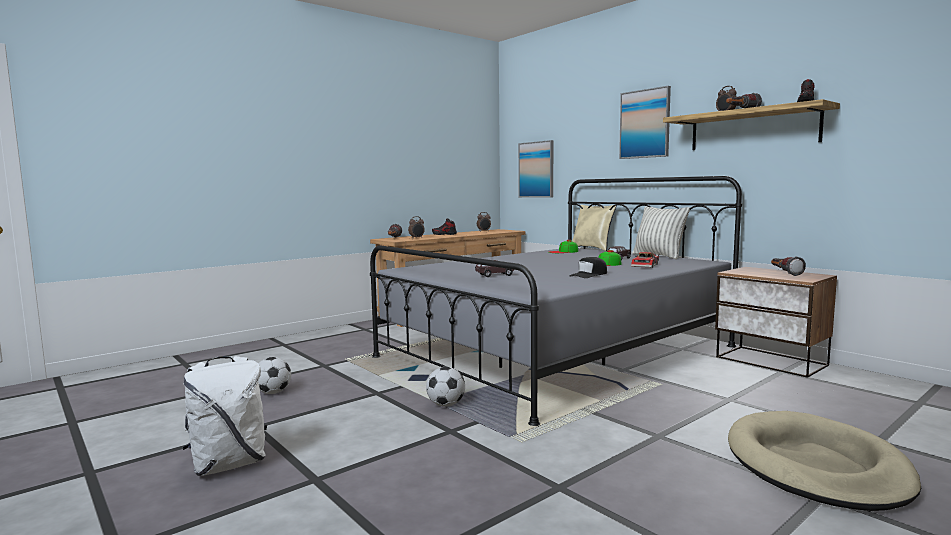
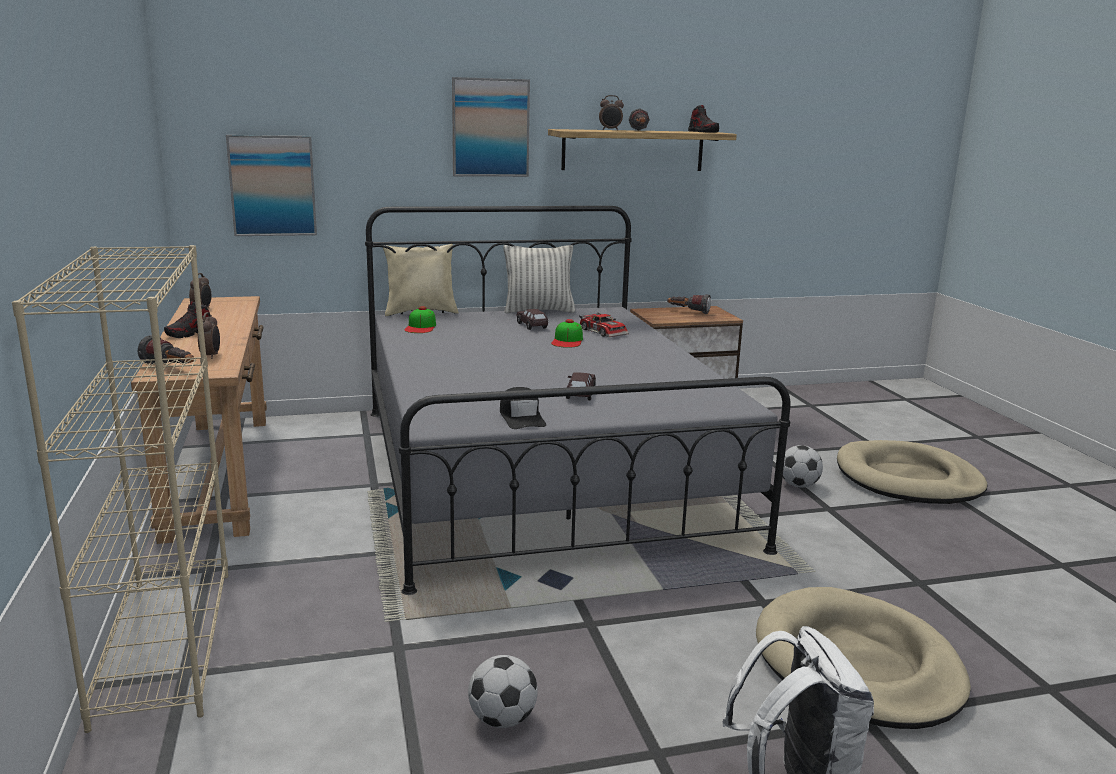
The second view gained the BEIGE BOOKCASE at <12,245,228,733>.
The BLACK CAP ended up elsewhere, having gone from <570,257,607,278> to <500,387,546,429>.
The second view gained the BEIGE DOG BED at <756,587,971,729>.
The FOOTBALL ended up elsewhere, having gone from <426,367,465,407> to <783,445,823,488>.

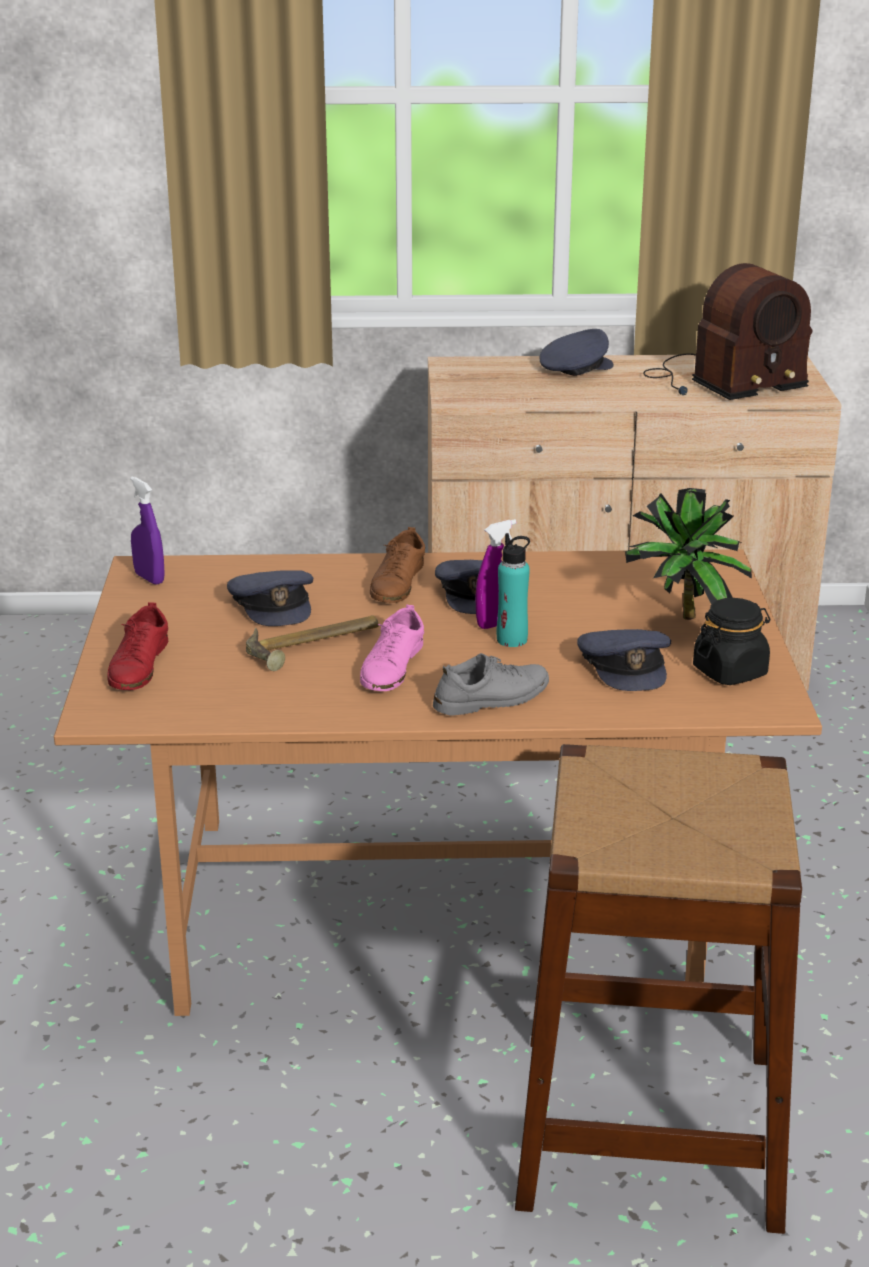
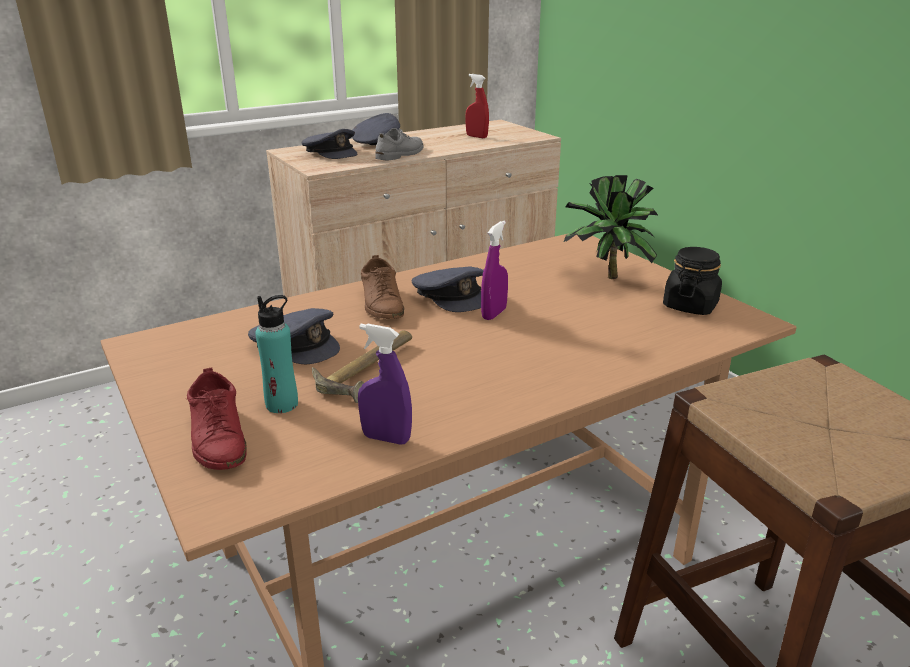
The TURQUOISE BOTTLE ended up elsewhere, having gone from <497,533,530,647> to <255,295,298,413>.
The GREY CAP ended up elsewhere, having gone from <577,629,671,691> to <301,129,357,159>.
The PURPLE SPRAY BOTTLE ended up elsewhere, having gone from <130,476,165,585> to <358,324,412,445>.
The GREY SHOE ended up elsewhere, having gone from <433,653,549,716> to <375,128,424,160>.
Where the RADIO stood at <643,263,813,400>, the RED SPRAY BOTTLE came to stand at <465,74,489,138>.
The second view lost the PINK SHOE at <360,604,424,691>.

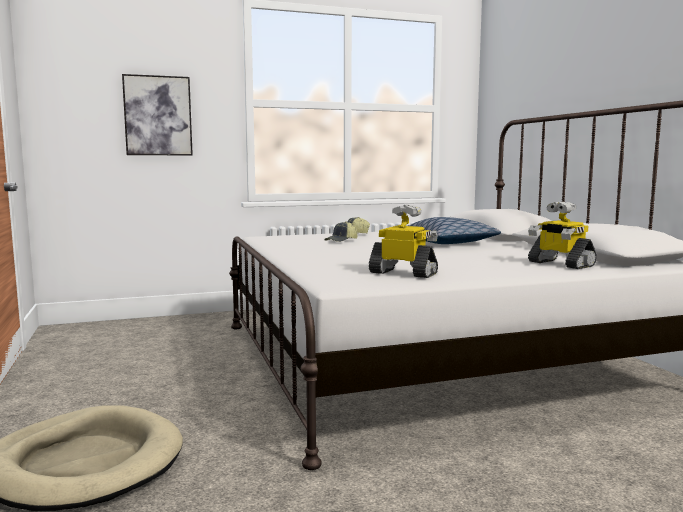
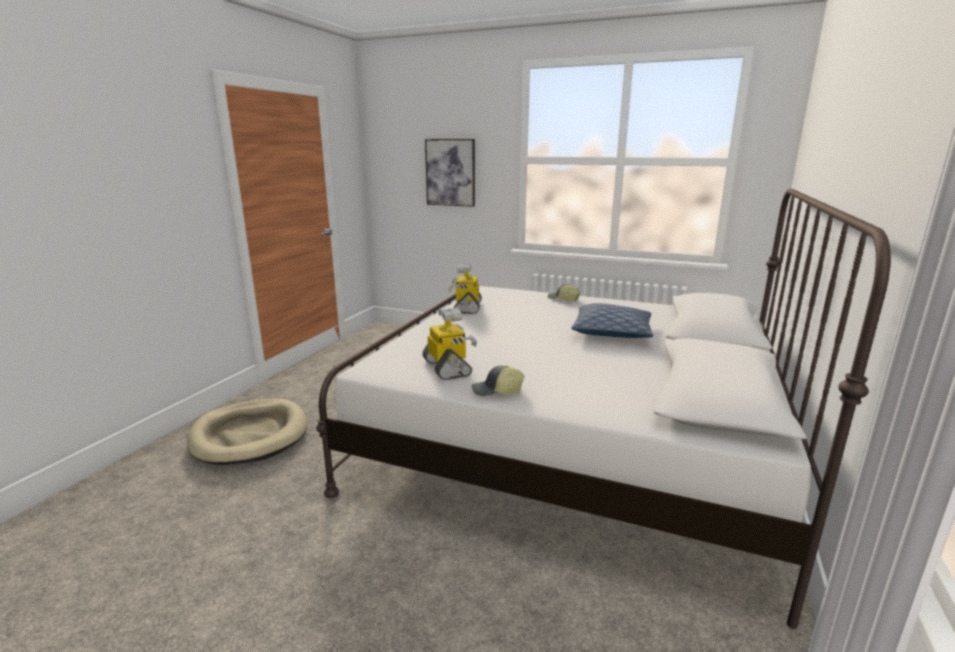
The TOY ROBOT ended up elsewhere, having gone from <528,202,597,269> to <449,264,482,314>.
The CAP ended up elsewhere, having gone from <324,221,357,242> to <472,365,524,396>.

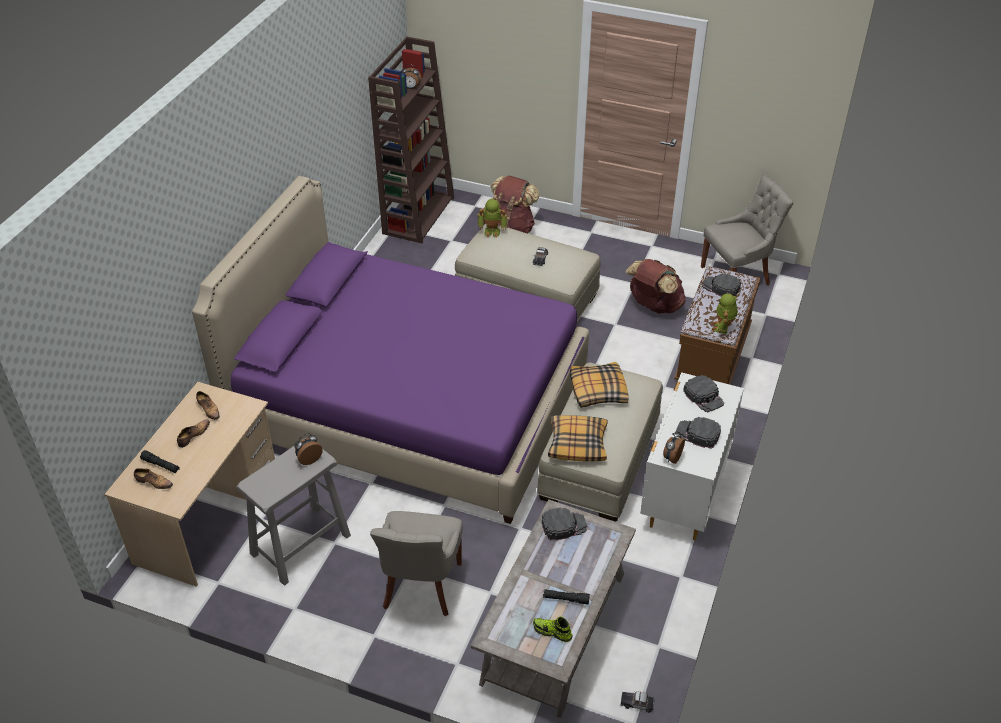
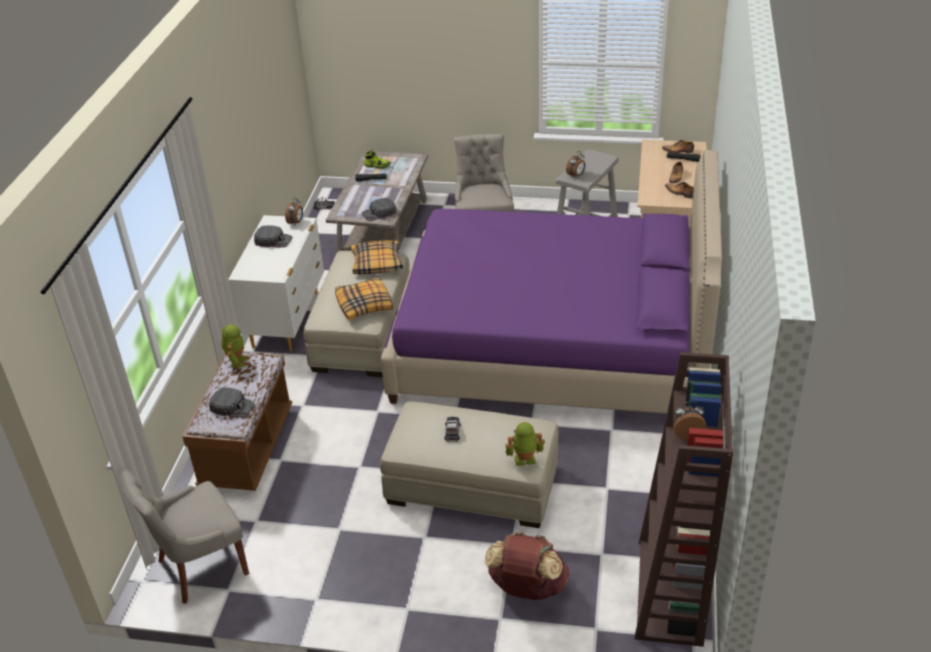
The second view lost the BROWN BACKPACK at <626,259,686,314>.
The second view lost the BLACK CAP at <683,375,724,412>.

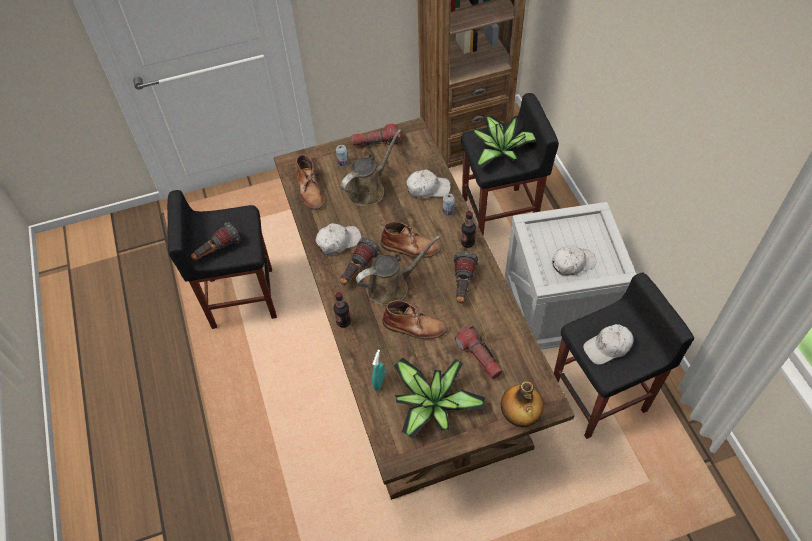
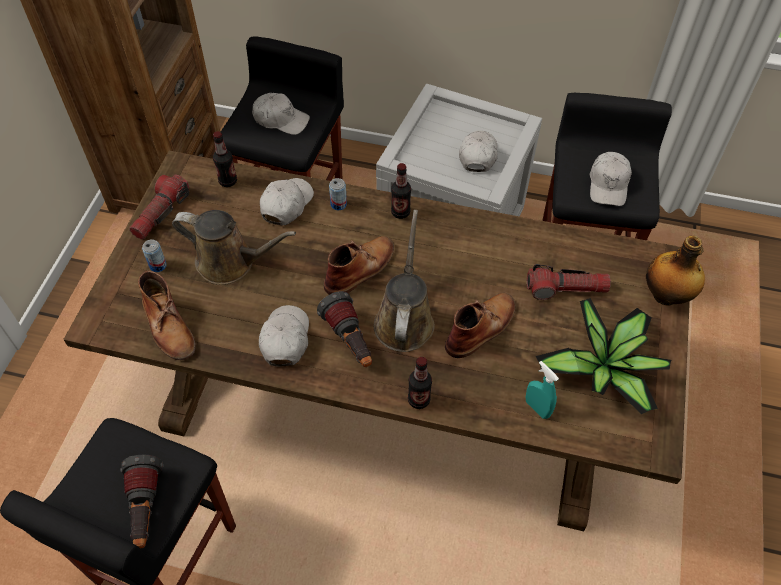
The BROWN BOOT at <296,154,324,210> ended up facing another way, 45 degrees clockwise from before.
The BROWN WATERING CAN at <341,129,401,206> ended up facing another way, 120 degrees clockwise from before.
The second view gained the BOTTLE at <213,131,237,187>.
Where the POTTED PLANT stood at <473,116,536,168>, the WHITE CAP came to stand at <252,93,310,135>.
The second view lost the FLASHLIGHT at <453,251,479,303>.

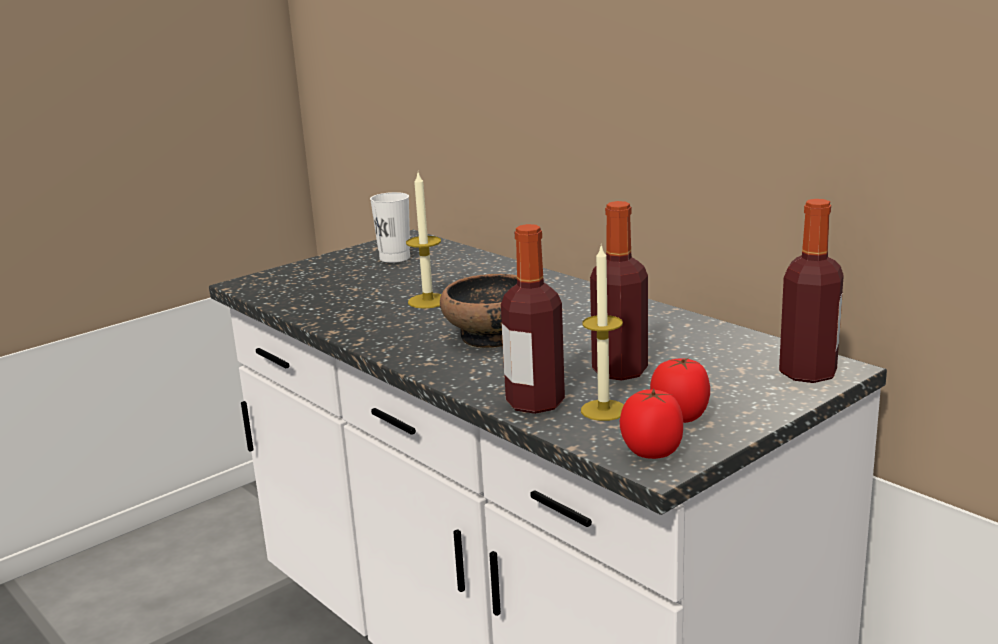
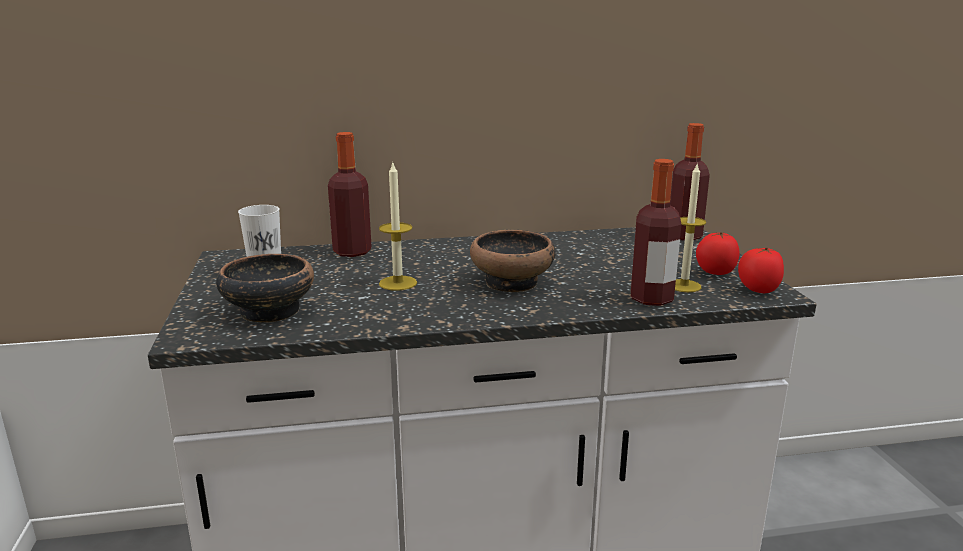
The second view gained the BOWL at <216,254,314,323>.
The BOTTLE ended up elsewhere, having gone from <590,201,648,381> to <328,132,372,257>.

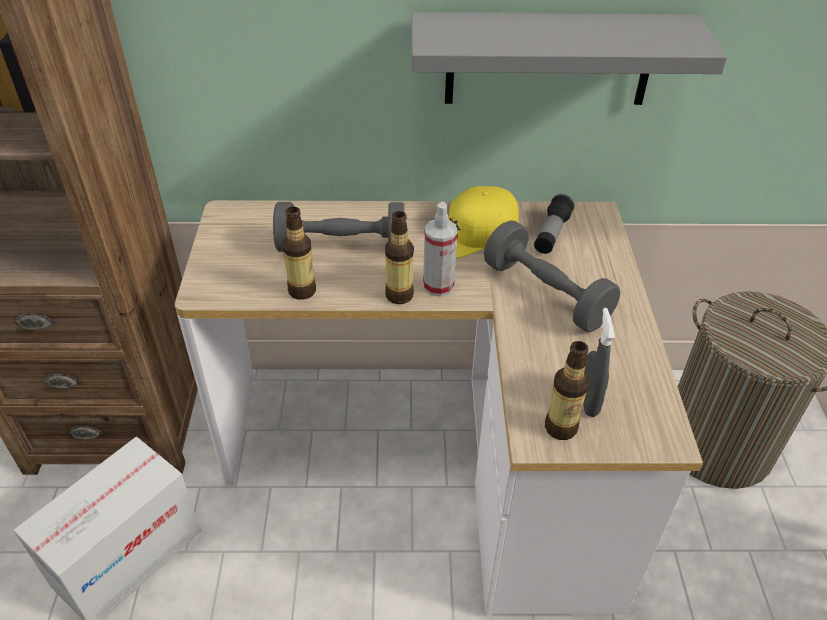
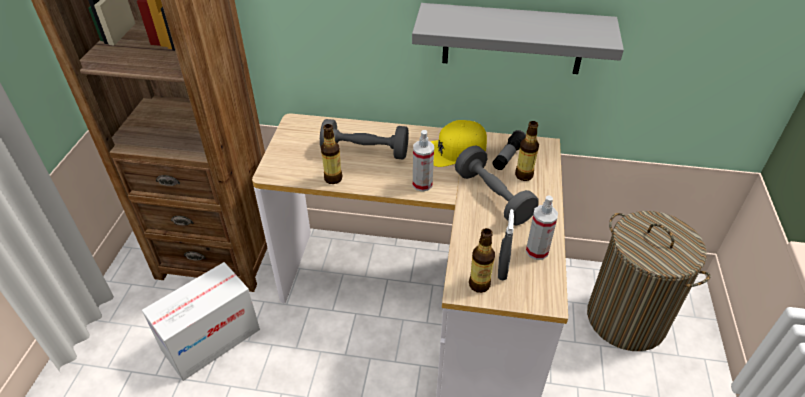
The BOTTLE ended up elsewhere, having gone from <385,211,414,304> to <515,121,539,181>.
The second view gained the SPRAY BOTTLE at <526,195,558,260>.

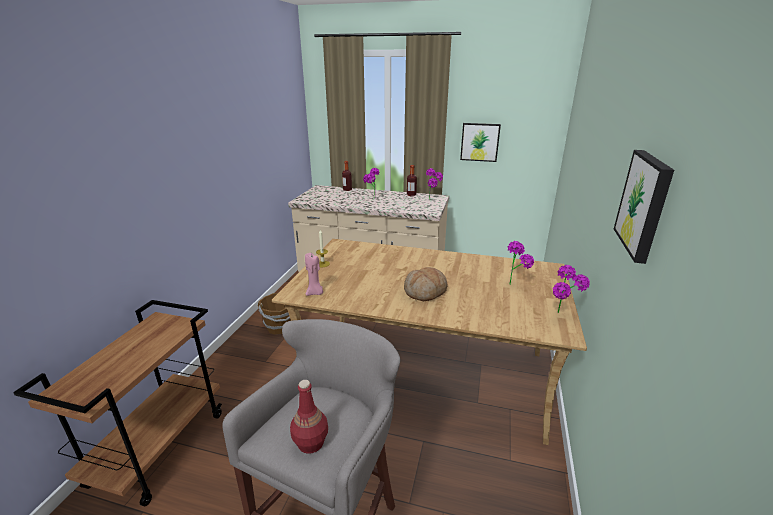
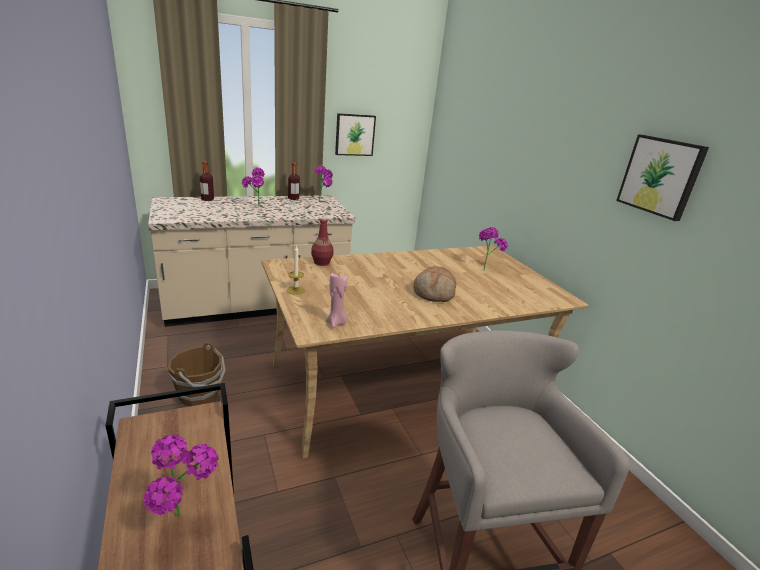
The POTTED PLANT ended up elsewhere, having gone from <553,265,590,313> to <144,434,219,517>.
The RED BOTTLE ended up elsewhere, having gone from <290,380,328,454> to <311,217,333,266>.

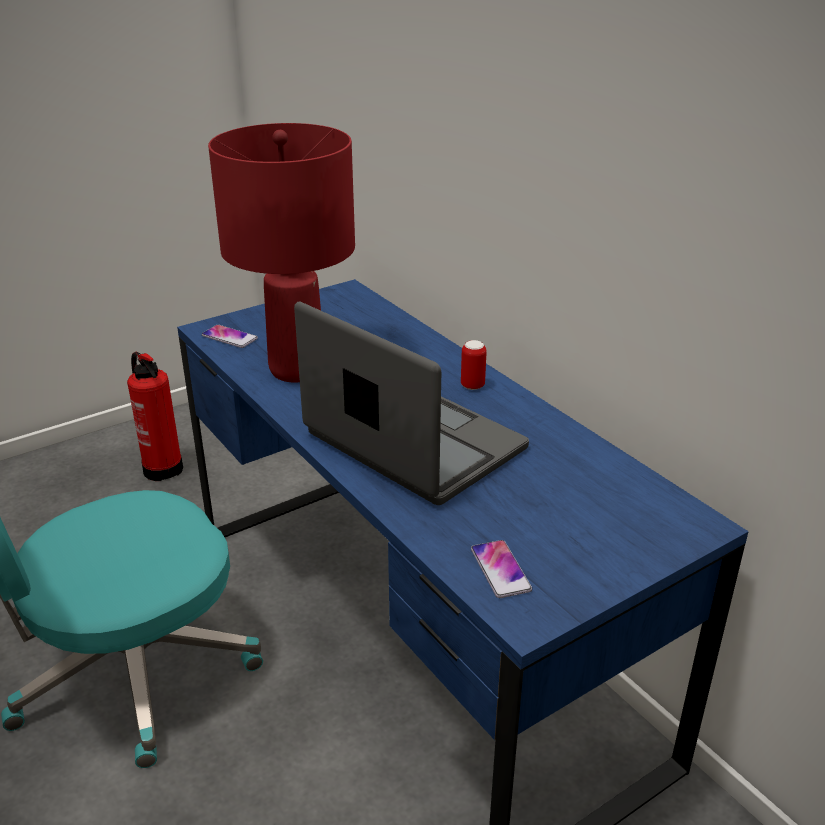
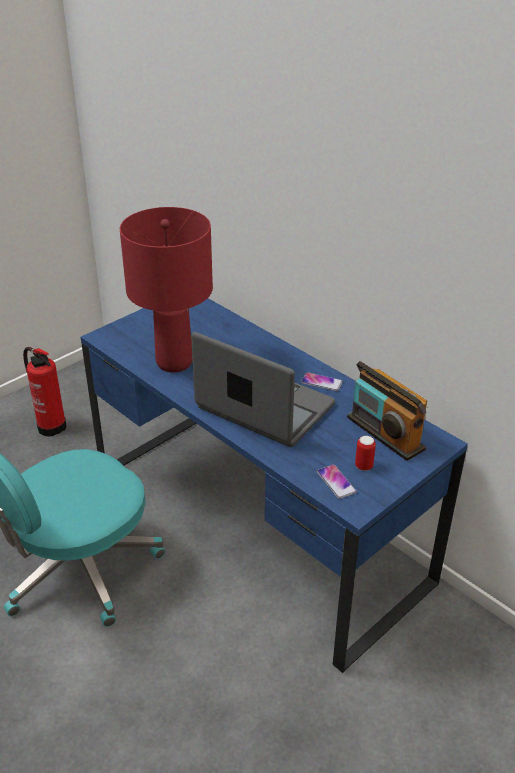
The PHONE ended up elsewhere, having gone from <202,325,258,348> to <301,372,343,391>.
The second view gained the RADIO at <347,361,427,461>.
The CAN ended up elsewhere, having gone from <461,340,487,390> to <355,436,376,471>.

